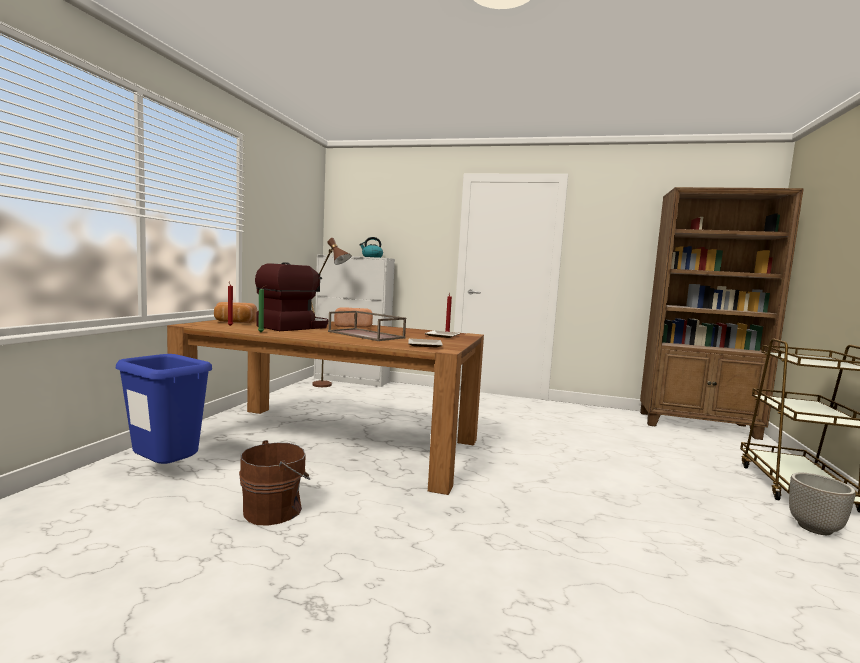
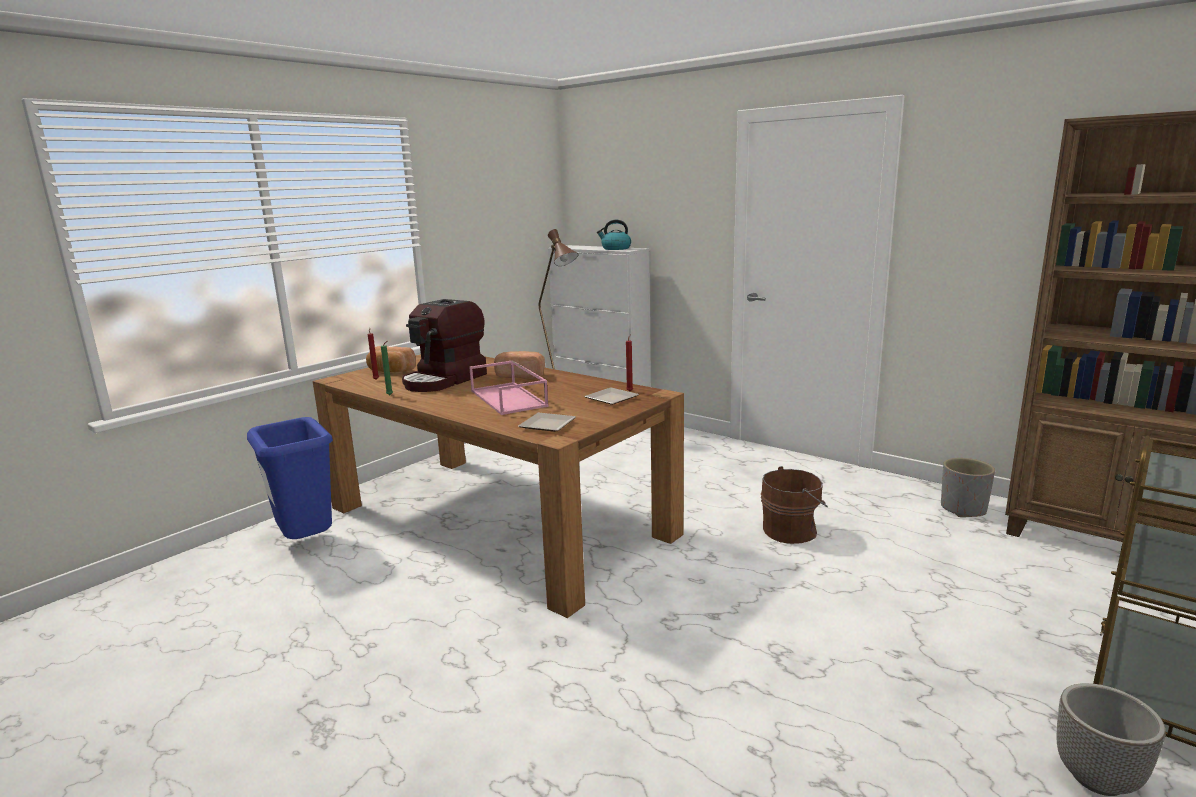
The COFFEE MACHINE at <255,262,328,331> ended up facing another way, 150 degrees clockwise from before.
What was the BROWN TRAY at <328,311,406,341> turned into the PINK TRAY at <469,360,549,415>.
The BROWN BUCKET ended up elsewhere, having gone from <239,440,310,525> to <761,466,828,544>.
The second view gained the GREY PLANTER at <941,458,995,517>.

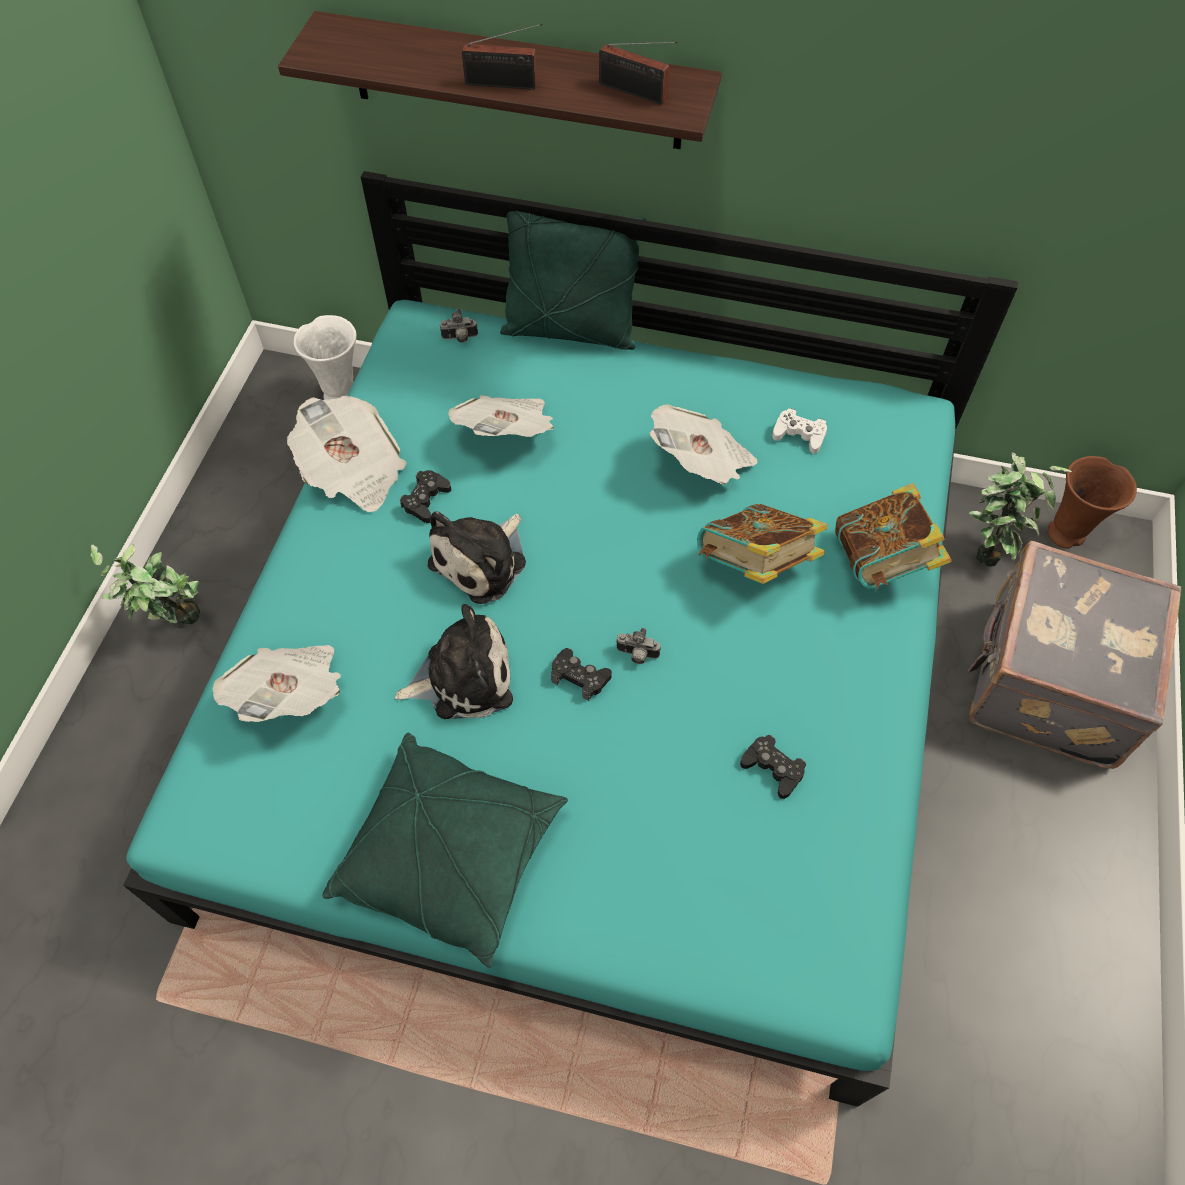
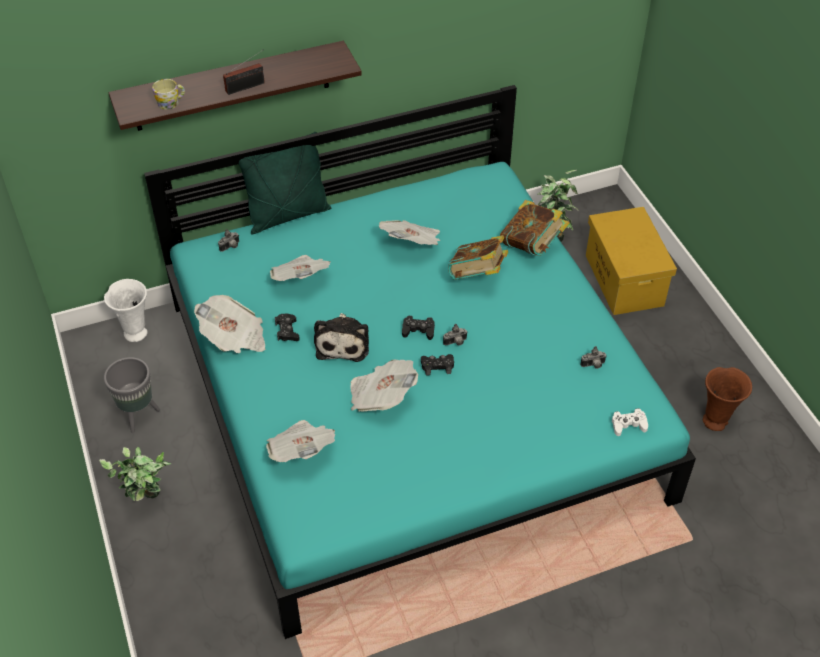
The second view gained the GREY PLANTER at <104,357,160,433>.
The second view gained the MUG at <152,79,185,110>.
Where the PLUSH TOY stood at <395,604,513,719>, the NEWSPAPER came to stand at <350,359,418,412>.
The BLACK GAME CONTROLLER ended up elsewhere, having gone from <740,735,806,799> to <402,316,435,340>.
The second view gained the PHOTO CAMERA at <580,346,607,369>.
Where the GREY SUITCASE stood at <967,541,1181,769>, the YELLOW STORAGE BOX came to stand at <586,207,677,315>.
The WHITE GAME CONTROLLER ended up elsewhere, having gone from <772,408,827,454> to <612,408,648,436>.
The BROWN VASE ended up elsewhere, having gone from <1047,456,1137,549> to <703,367,752,431>.
The second view lost the GREEN PILLOW at <322,733,568,968>.
The second view lost the RADIO at <599,41,678,105>.

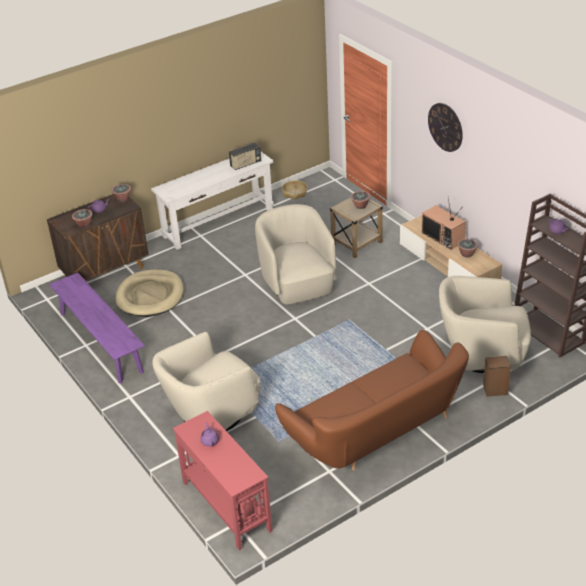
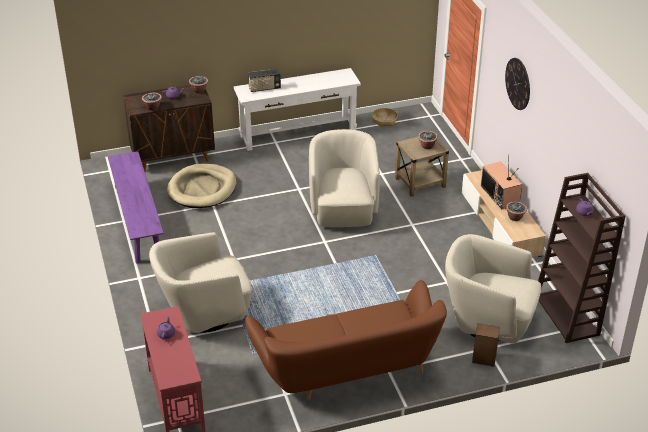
The RADIO ended up elsewhere, having gone from <229,143,261,170> to <248,69,281,92>.

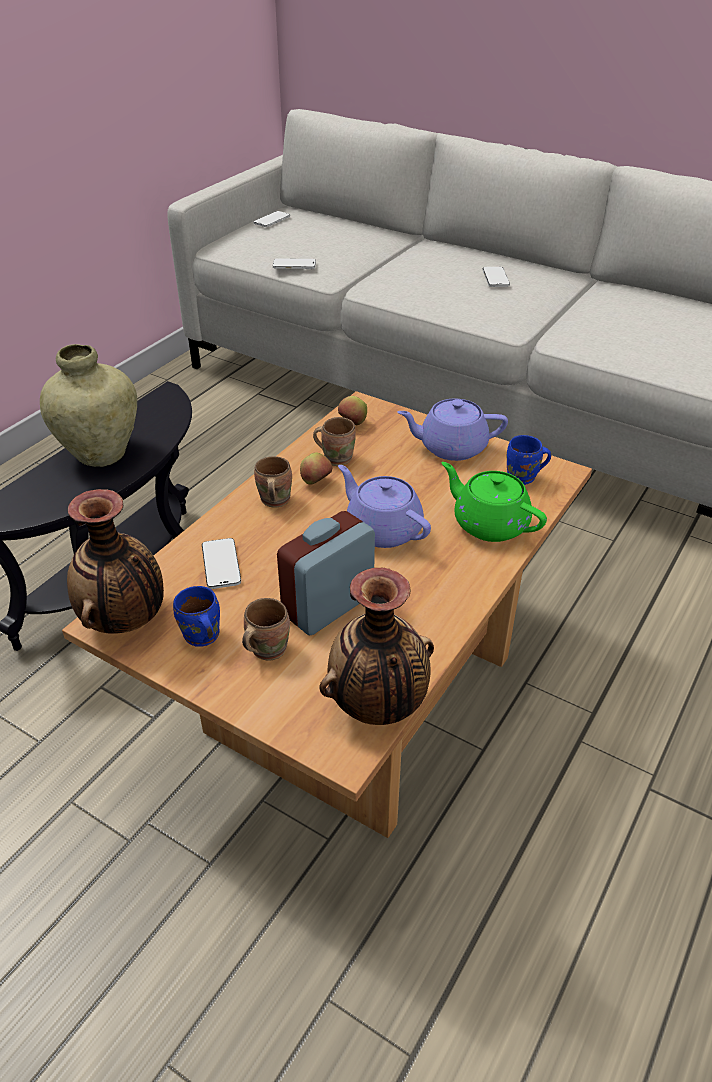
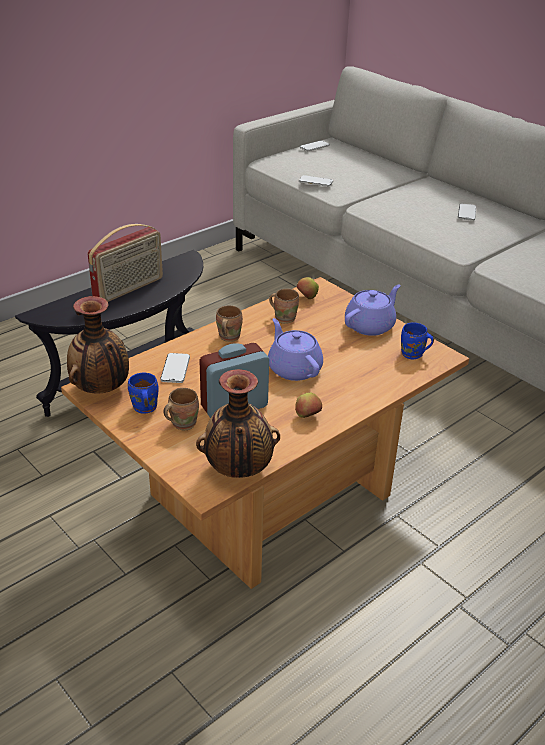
Where the BEIGE VASE stood at <40,344,137,467>, the RADIO came to stand at <88,224,163,302>.
The APPLE ended up elsewhere, having gone from <300,453,332,484> to <295,392,322,418>.
The PURPLE TEAPOT at <397,399,508,461> ended up facing another way, 120 degrees clockwise from before.
The second view lost the GREEN TEAPOT at <441,462,547,542>.

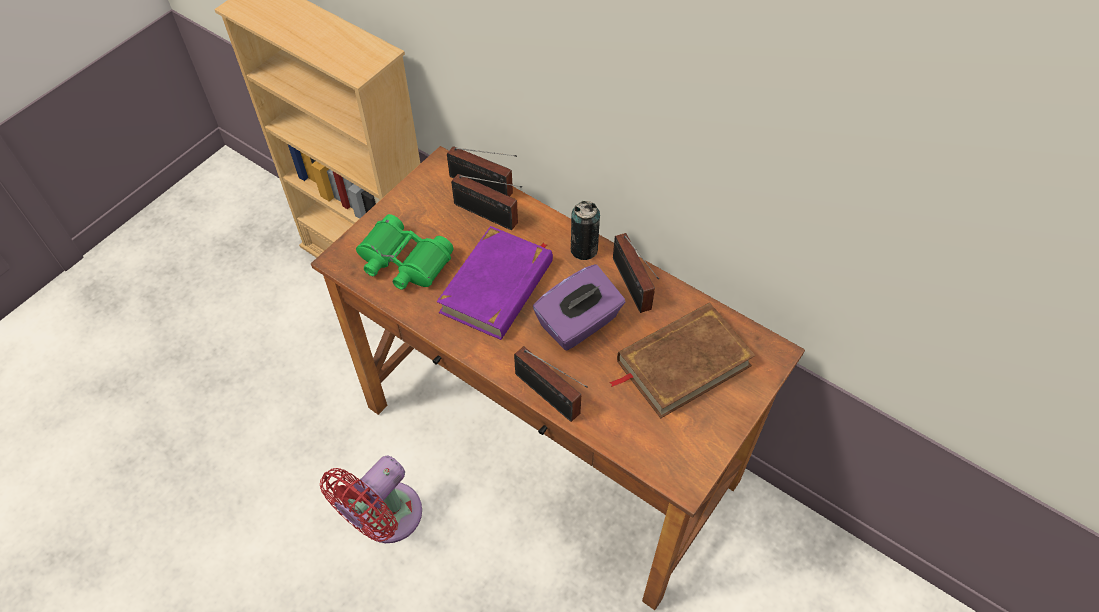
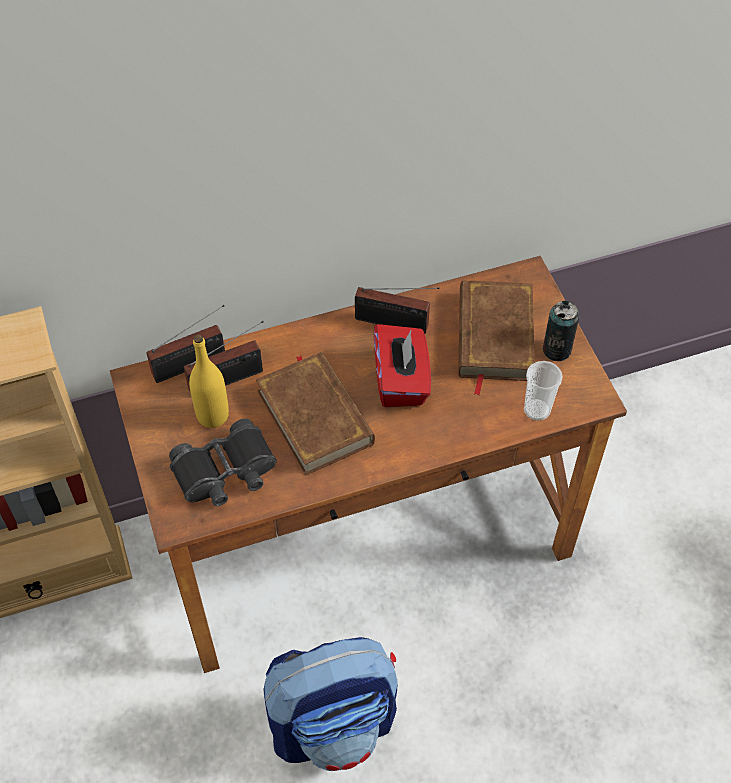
What was the GREEN BINOCULARS at <356,214,453,290> turned into the BLACK BINOCULARS at <169,418,277,506>.
The second view gained the YELLOW BOTTLE at <189,334,229,428>.
What was the PURPLE BOOK at <437,226,553,340> turned into the BROWN BOOK at <256,352,375,475>.
Where the RED FAN stood at <320,455,422,543>, the BACKPACK came to stand at <263,637,398,771>.
What was the PURPLE TISSUE BOX at <533,264,626,351> turned into the RED TISSUE BOX at <374,324,431,407>.
The second view gained the CUP at <524,361,563,421>.
The CAN ended up elsewhere, having gone from <570,201,600,260> to <543,301,579,361>.
The second view lost the RADIO at <514,346,588,422>.

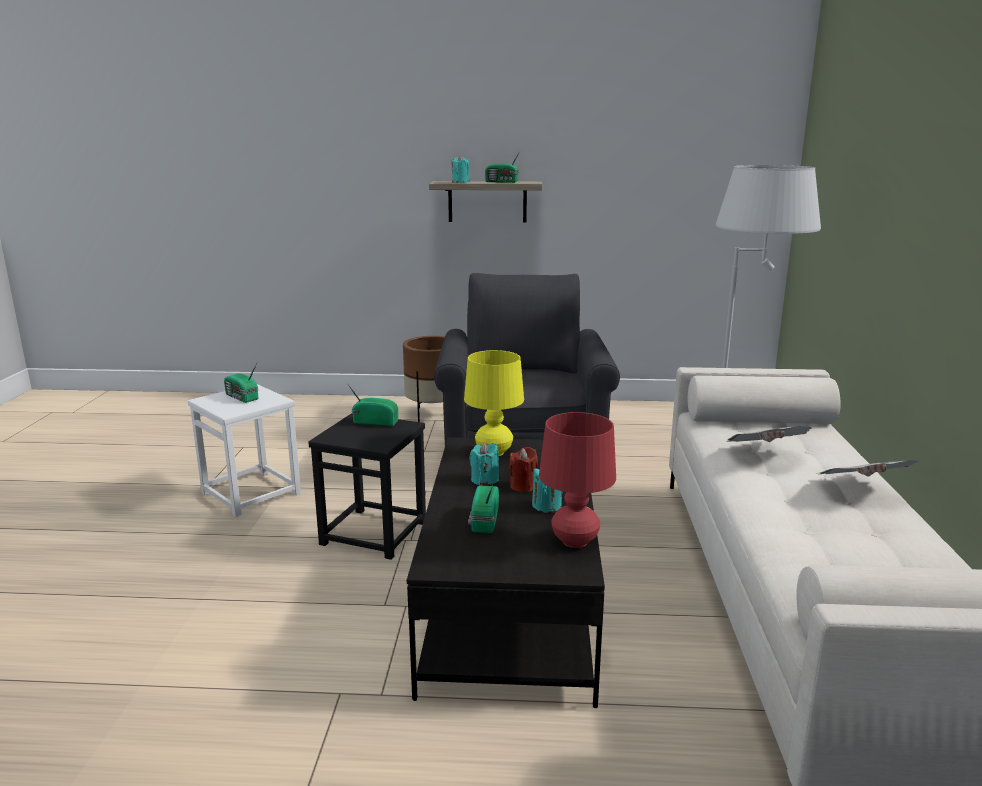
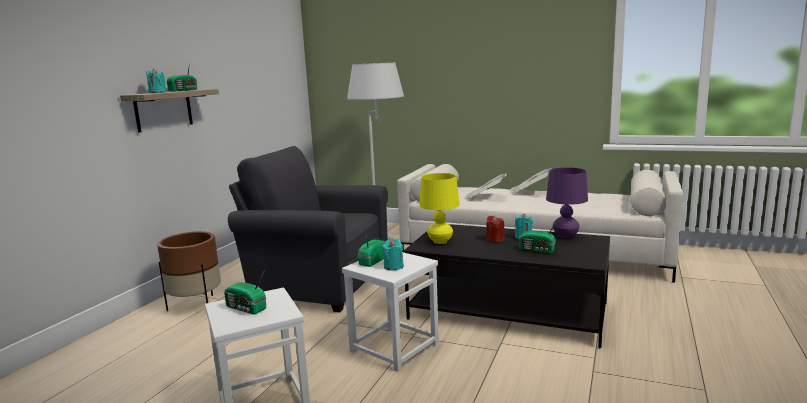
The RADIO at <224,363,258,403> ended up facing another way, 60 degrees clockwise from before.
What was the BLACK STOOL at <308,413,426,560> turned into the WHITE STOOL at <342,252,439,372>.
The TURQUOISE CANDLE ended up elsewhere, having gone from <469,442,499,486> to <382,238,404,270>.
What was the RED TABLE LAMP at <539,412,616,548> turned into the PURPLE TABLE LAMP at <546,167,588,238>.

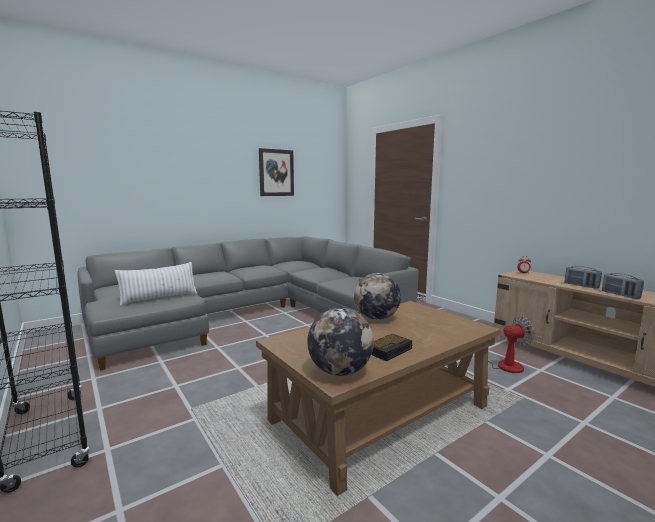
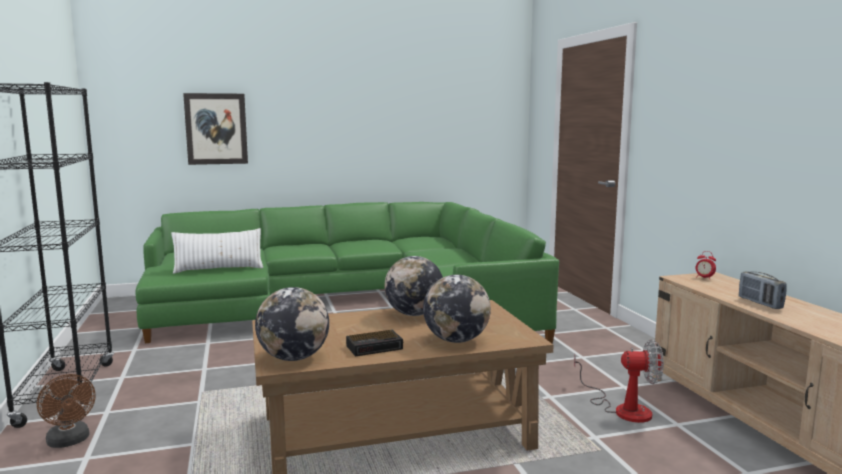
The second view gained the BROWN FAN at <37,374,95,448>.
What was the GREY SOFA at <78,236,419,371> turned into the GREEN SOFA at <135,202,559,344>.
The PICTURE ended up elsewhere, having gone from <259,148,294,196> to <183,93,248,165>.
The second view gained the GLOBE at <423,275,491,343>.
The second view lost the RADIO at <602,273,644,299>.

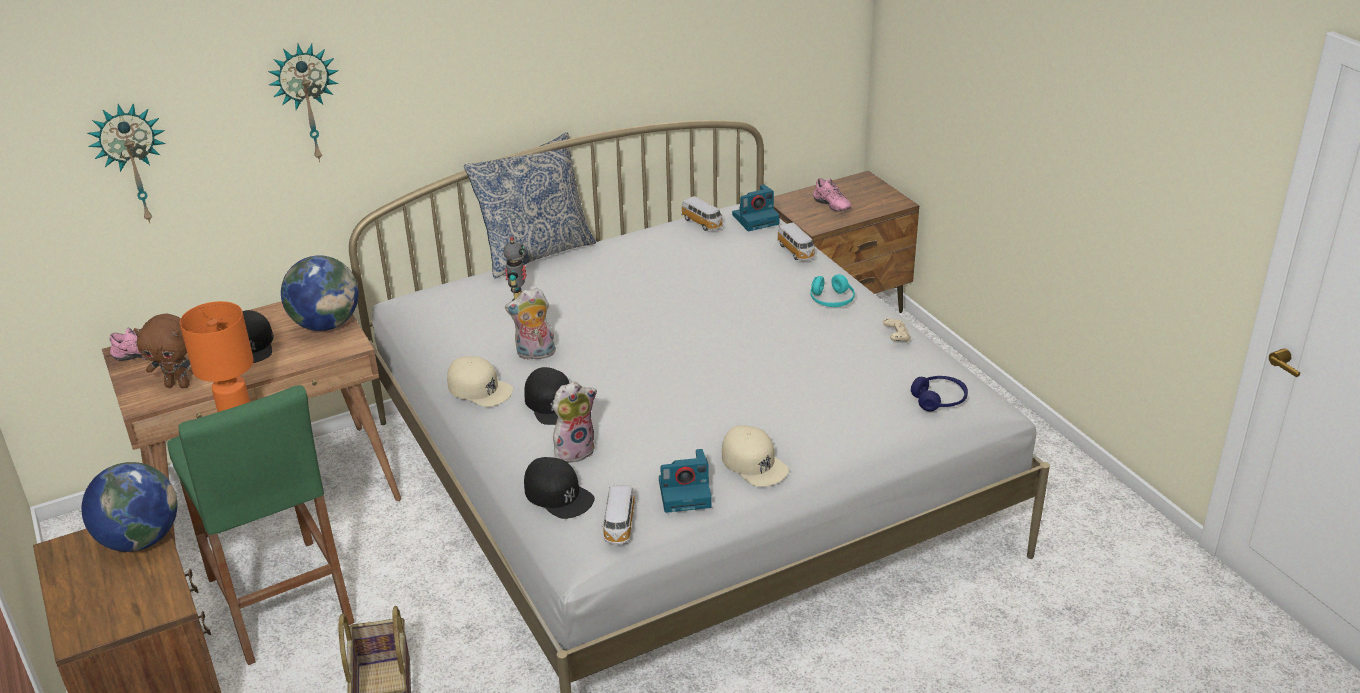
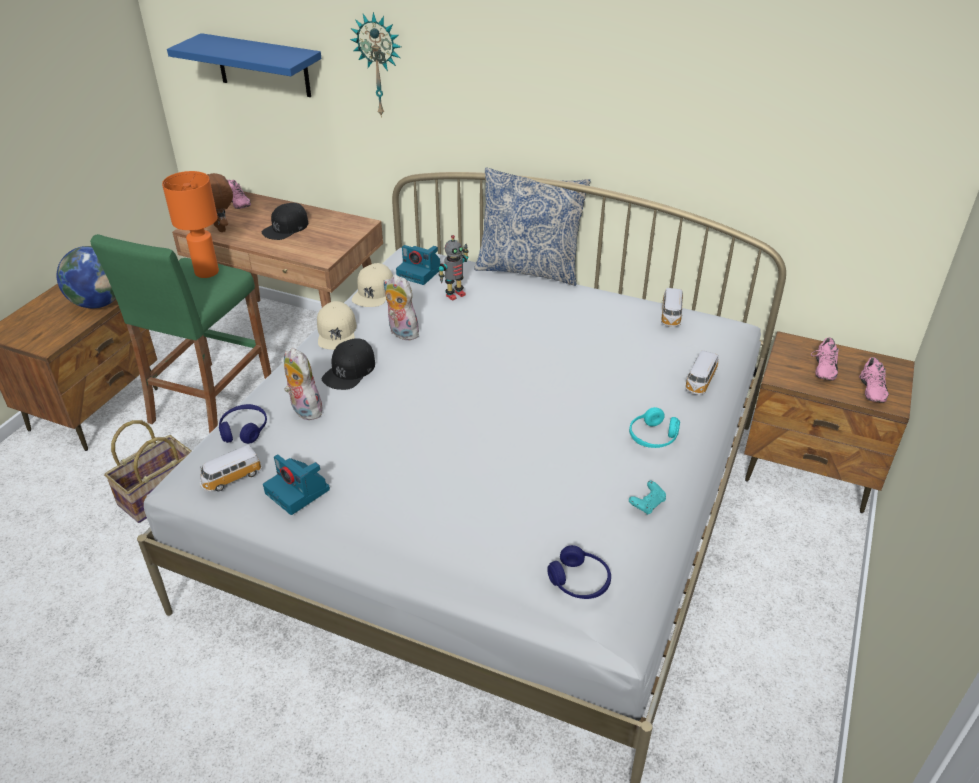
Where the WALL CLOCK hung at <88,103,166,223>, the BLUE SHELF came to hang at <167,33,321,97>.
Where the BLACK CAP stood at <524,457,595,519>, the BLUE HEADPHONES came to stand at <219,404,267,444>.
The PLUSH TOY at <553,382,597,463> ended up facing another way, 150 degrees counterclockwise from before.
The BEIGE CAP ended up elsewhere, having gone from <722,425,789,487> to <352,263,393,307>.
The PHOTO CAMERA ended up elsewhere, having gone from <732,184,780,231> to <396,245,440,285>.
What was the BEIGE GAME CONTROLLER at <883,318,911,342> turned into the TURQUOISE GAME CONTROLLER at <629,481,666,515>.
The second view gained the PINK SHOE at <859,357,889,403>.
The second view lost the GLOBE at <281,255,359,331>.

